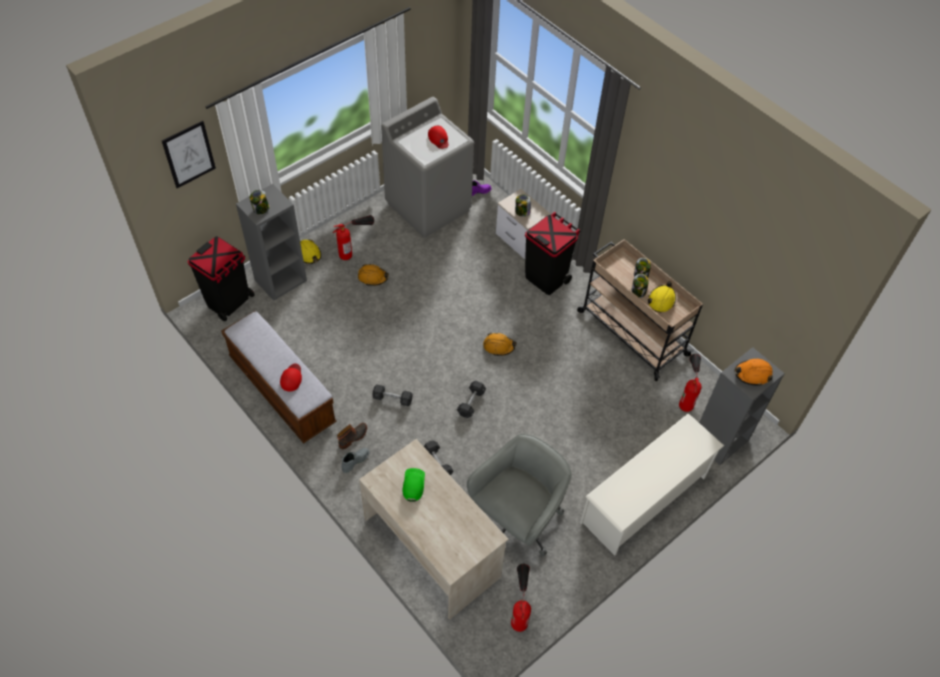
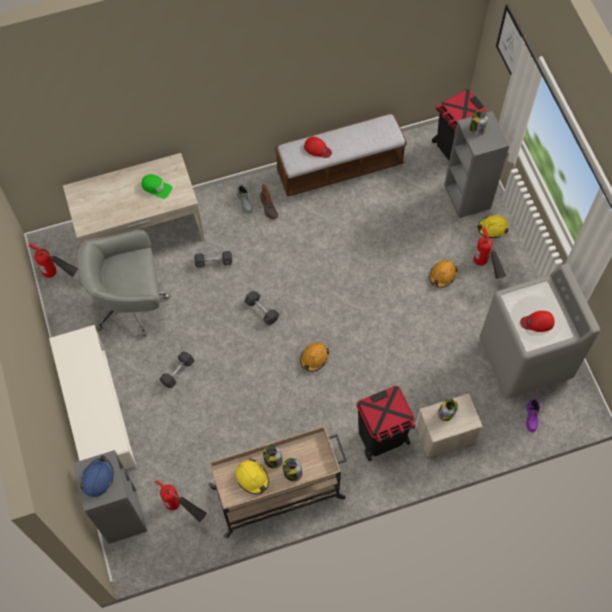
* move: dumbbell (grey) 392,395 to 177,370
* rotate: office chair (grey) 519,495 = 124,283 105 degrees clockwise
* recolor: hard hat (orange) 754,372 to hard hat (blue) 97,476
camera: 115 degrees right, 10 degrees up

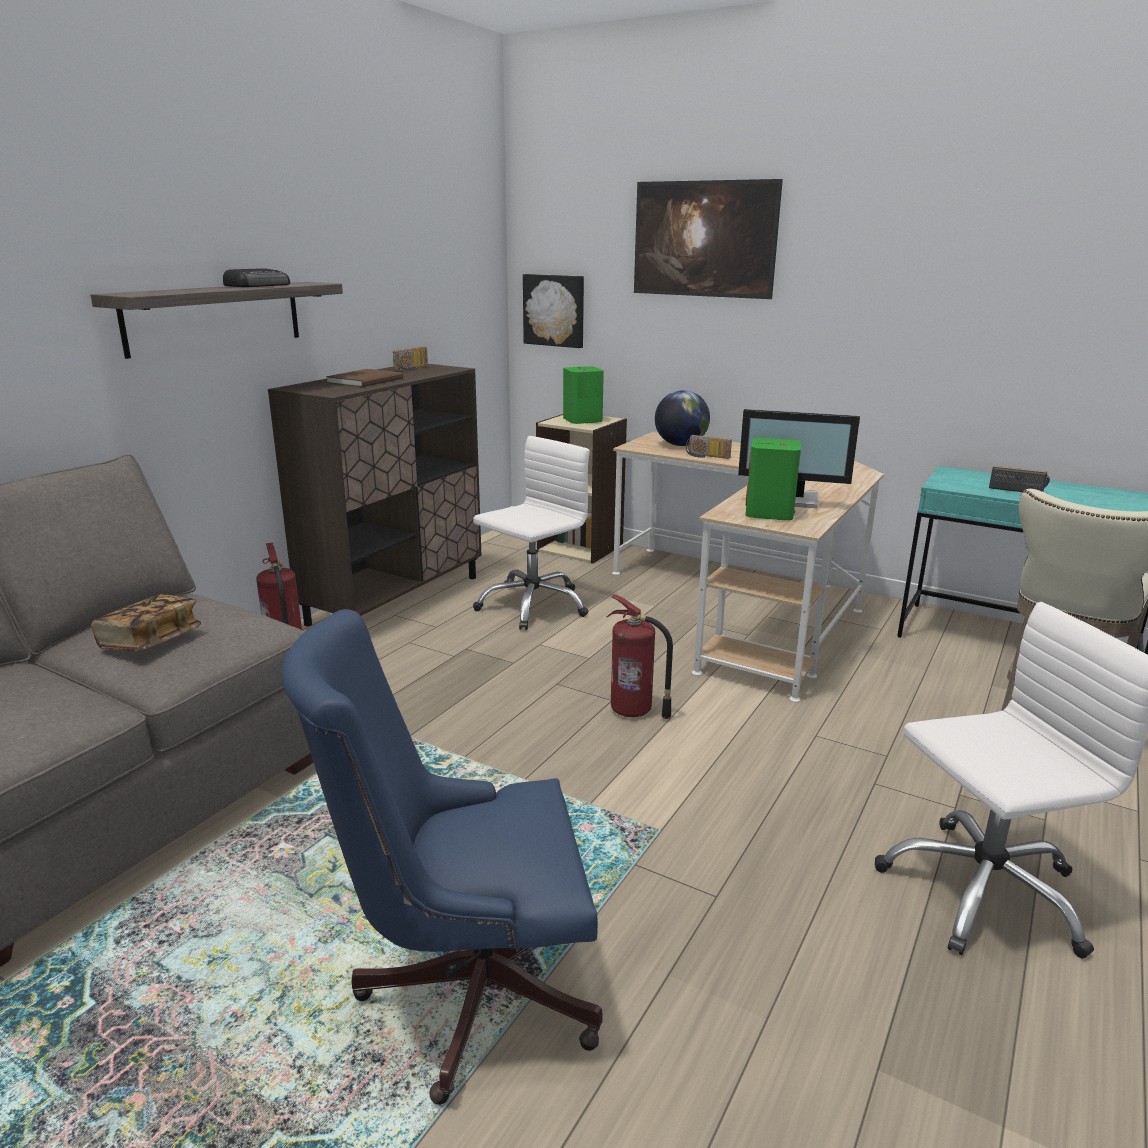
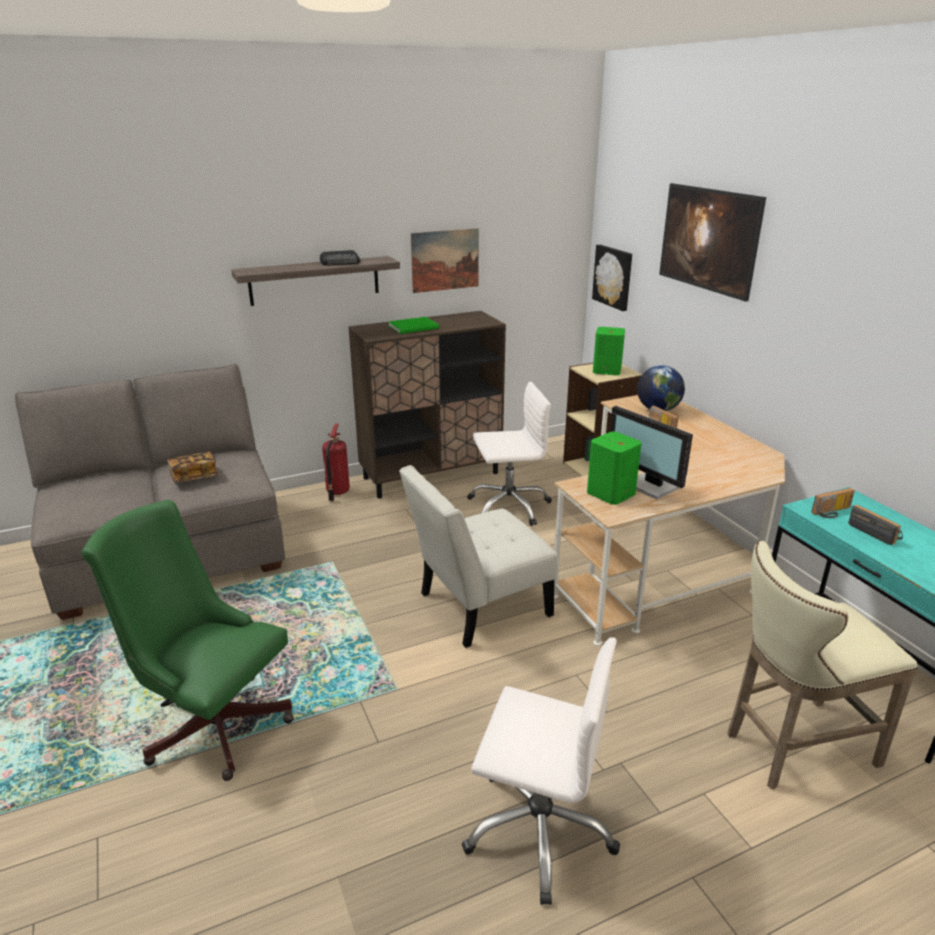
* recolor: office chair (blue) 441,857 to office chair (green) 187,640
* recolor: book (brown) 364,378 to book (green) 413,325
* move: radio 410,358 to 833,503
* replace: fire extinguisher 640,656 to chair (white) 478,556
* insert: picture 445,260
camera: 35 degrees right, 5 degrees up

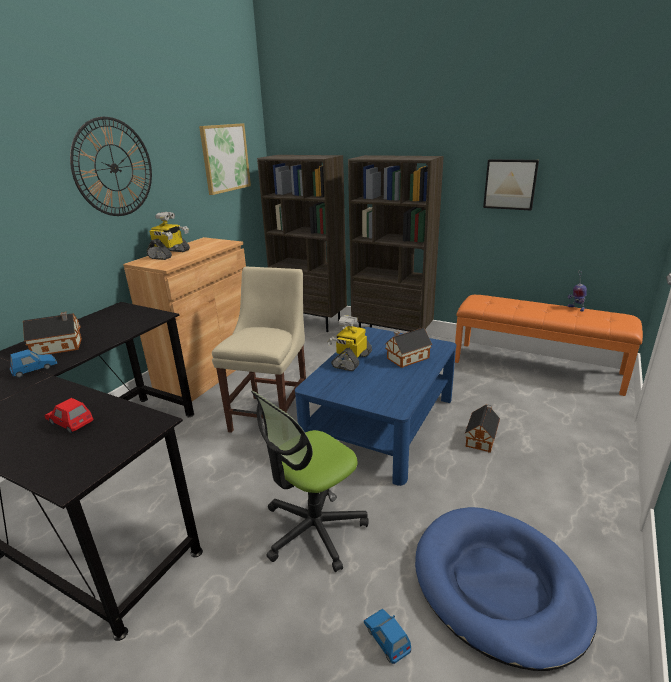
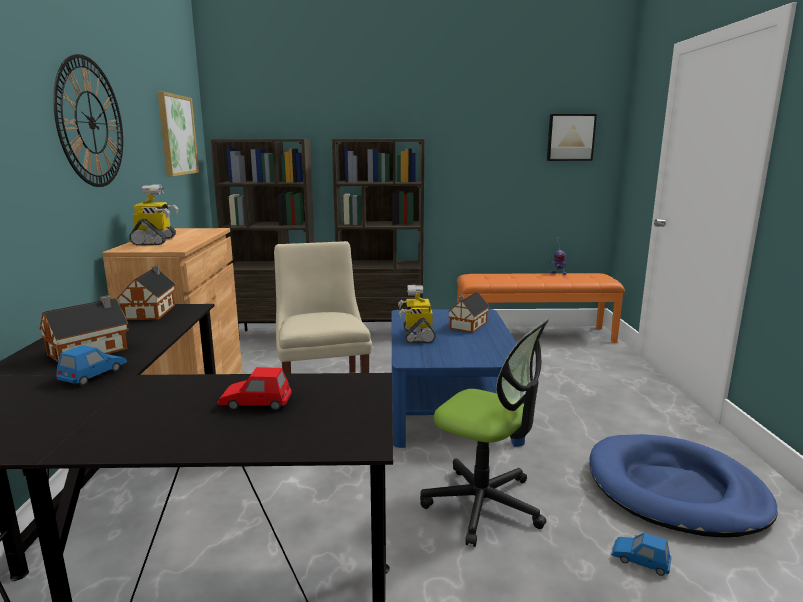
* rotate: office chair 310,481 = 484,433 75 degrees counterclockwise
* move: toy house 482,429 to 146,292
* move: picture 511,185 to 572,137
camera: 30 degrees left, 10 degrees down

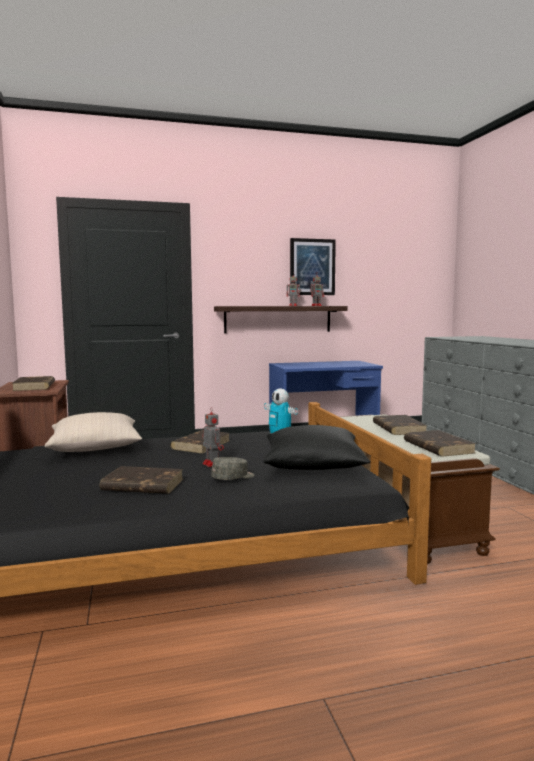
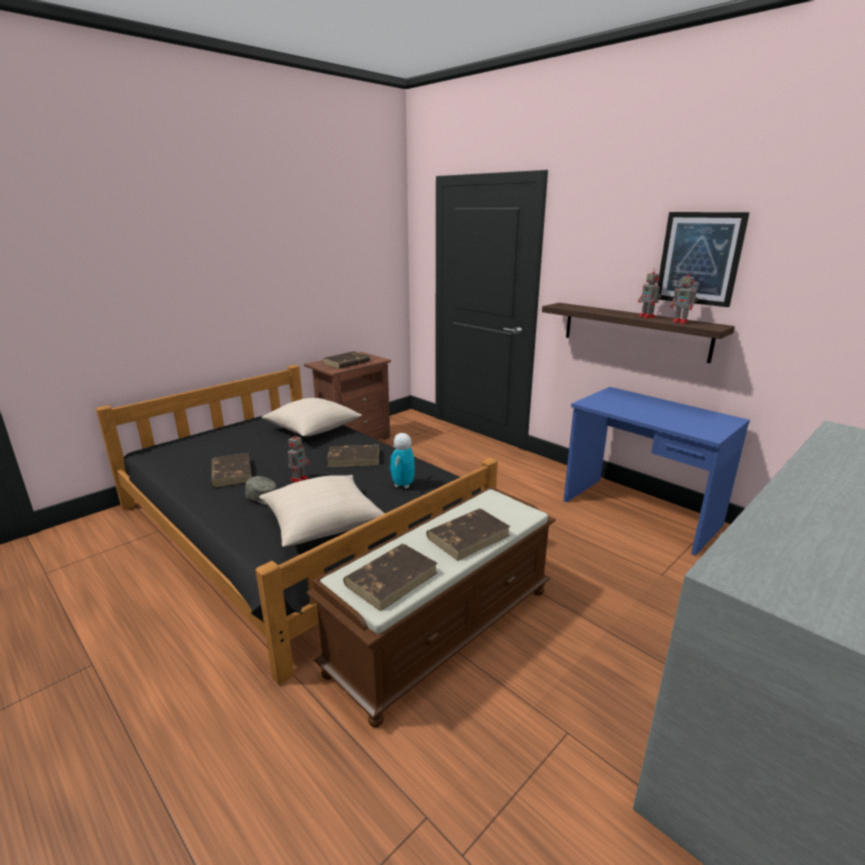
* recolor: pillow (black) 317,447 to pillow (beige) 322,511
camera: 60 degrees right, 15 degrees up

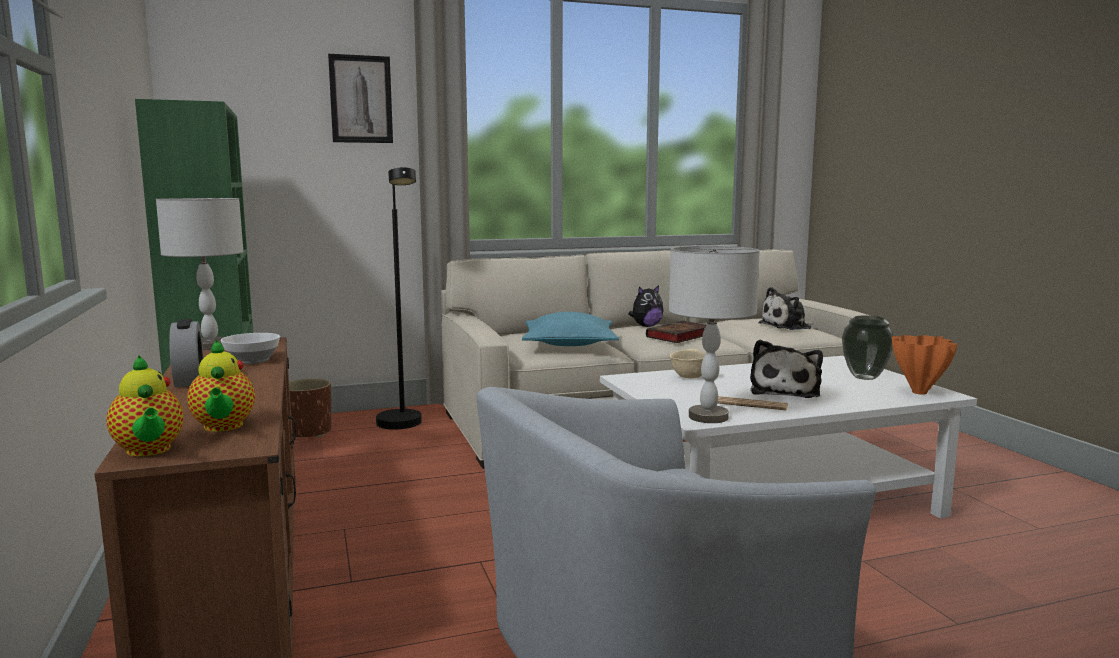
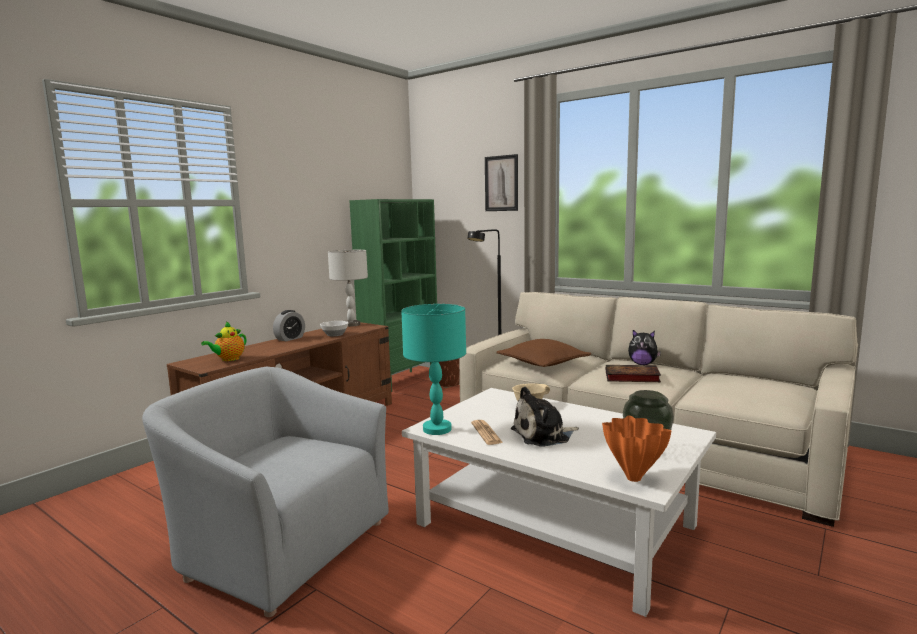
* delete: teapot 144,406
* recolor: pillow (turquoise) 570,329 to pillow (brown) 543,353
* recolor: table lamp (grey) 714,334 to table lamp (turquoise) 433,369
* delete: plush toy 786,308
camera: 55 degrees right, 0 degrees up

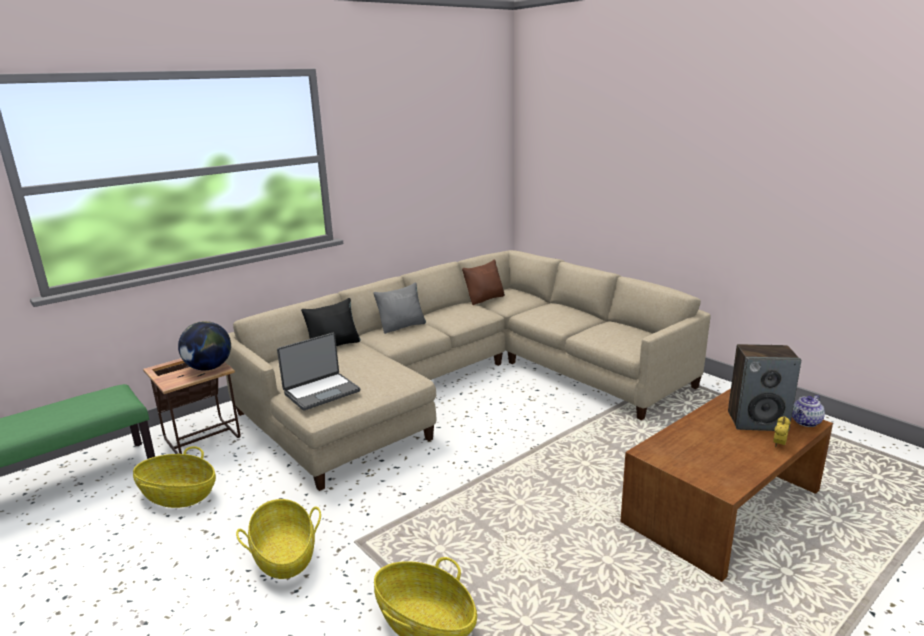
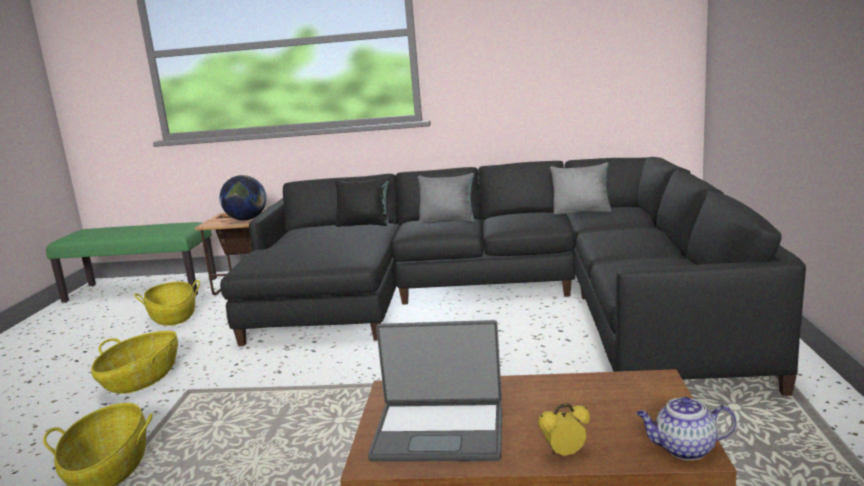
* recolor: sofa (beige) 468,370 to sofa (black) 513,276
* move: laptop 318,372 to 435,390
* recolor: pillow (brown) 483,282 to pillow (grey) 580,188
* delete: speaker 764,387
camera: 45 degrees right, 5 degrees down

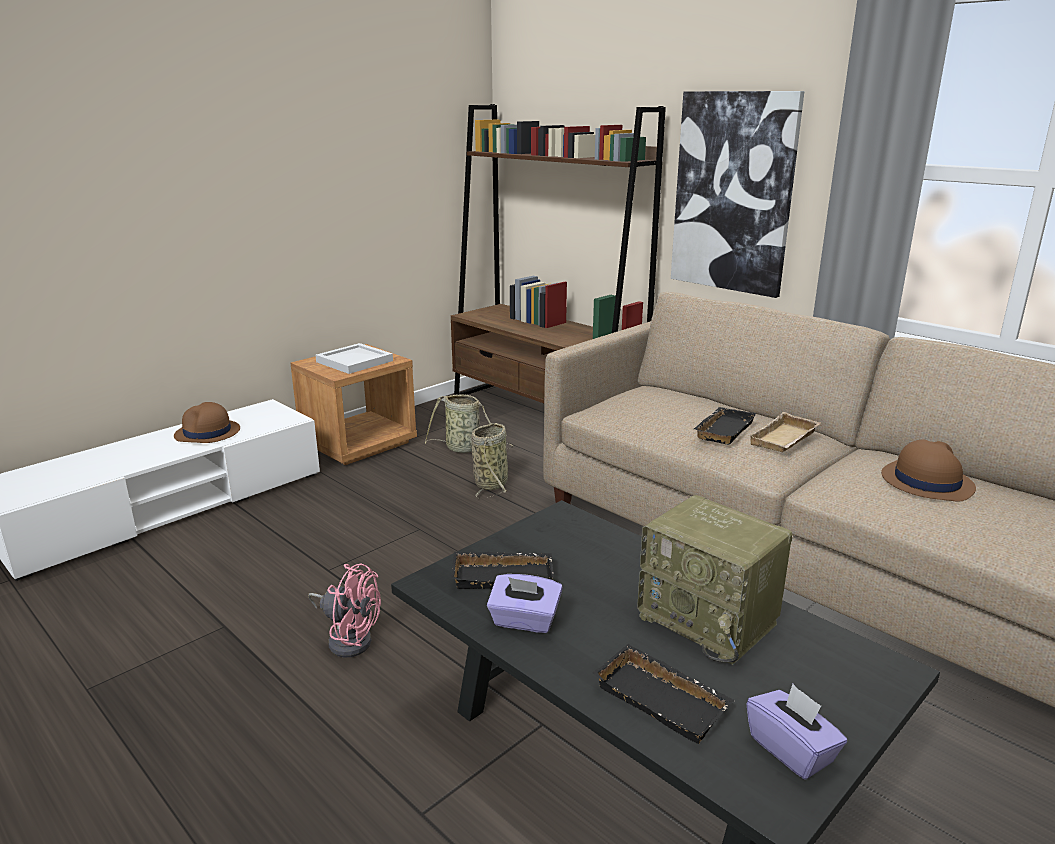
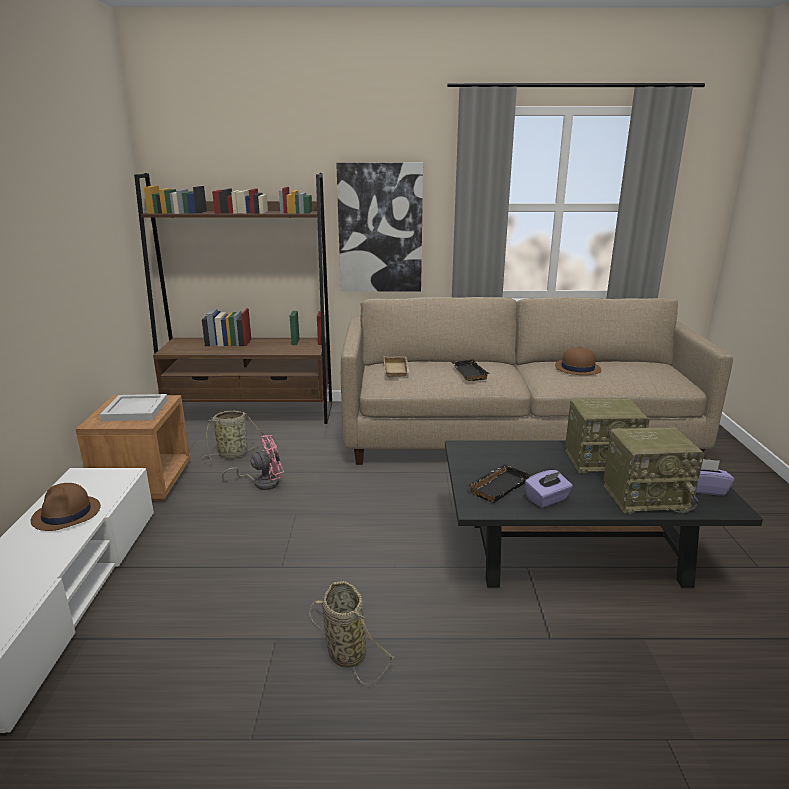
* move: fan (pink) 344,610 to 253,462
* move: basket 489,461 to 352,633
* replace: tray (black) 663,694 to radio 653,470
* move: tray (beige) 784,432 to 397,367
camera: 45 degrees left, 0 degrees up

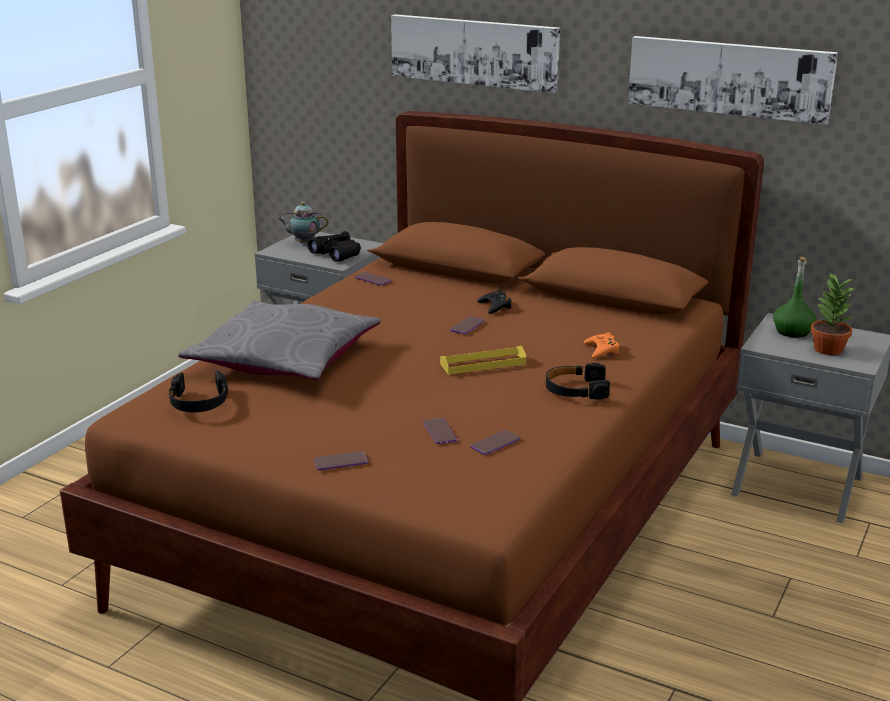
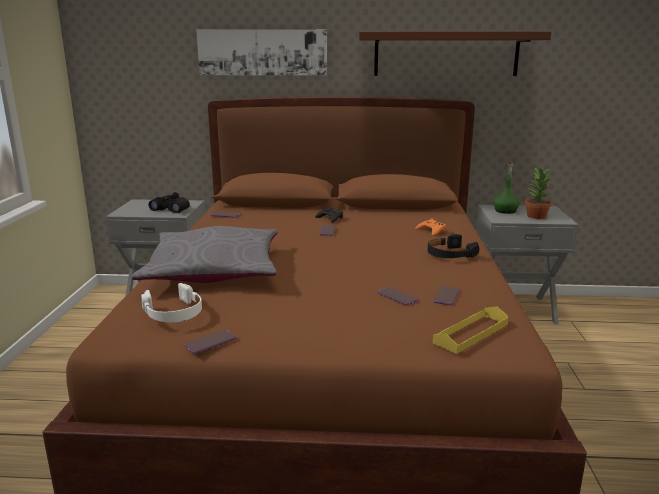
* recolor: headphones (black) 198,391 to headphones (white) 171,302
* delete: teapot 303,223
* move: phone 341,460 to 210,341
* move: tray (yellow) 483,360 to 471,330
* replace: picture 733,80 to shelf (brown) 455,53
camera: 25 degrees left, 5 degrees down

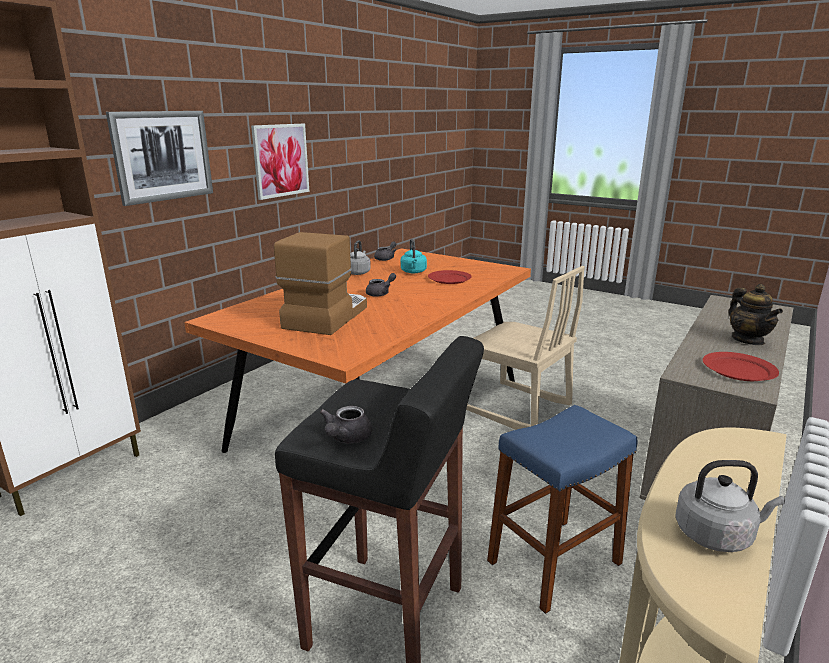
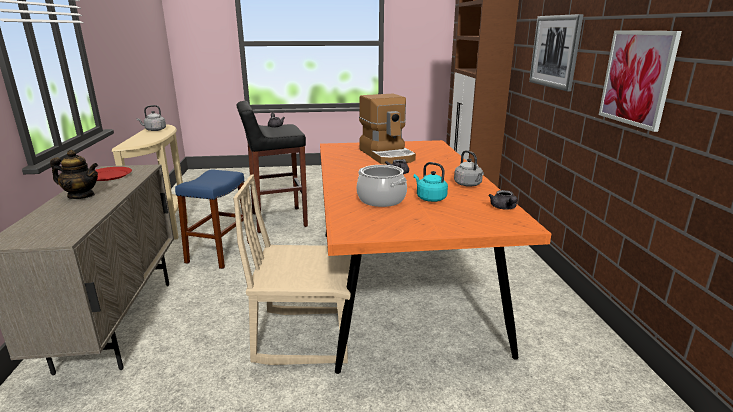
* replace: plate (red) 450,277 to cooking pot 382,186
* rotate: teapot 755,314 = 74,174 150 degrees clockwise
camera: 140 degrees right, 0 degrees up

